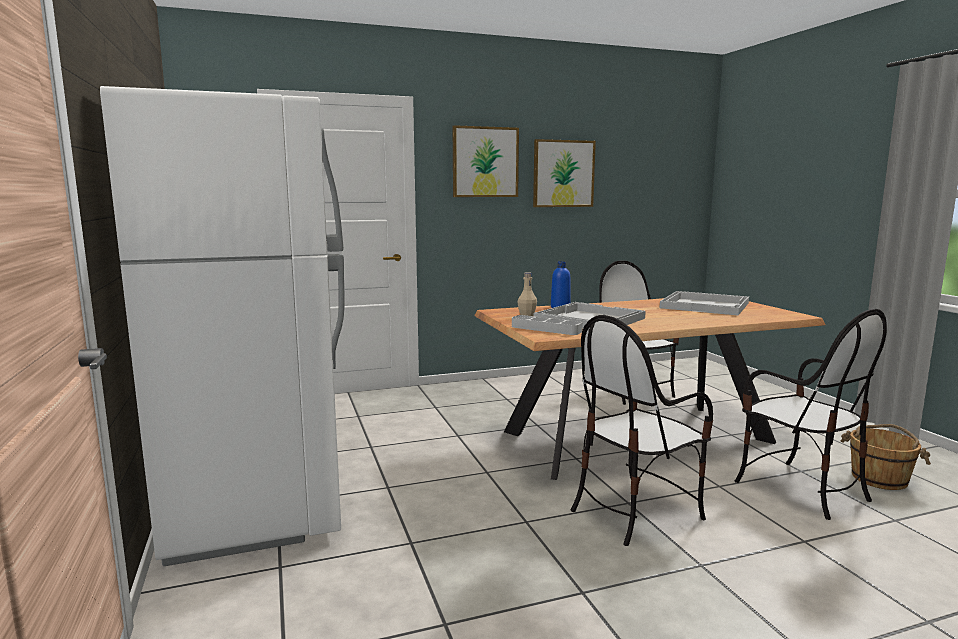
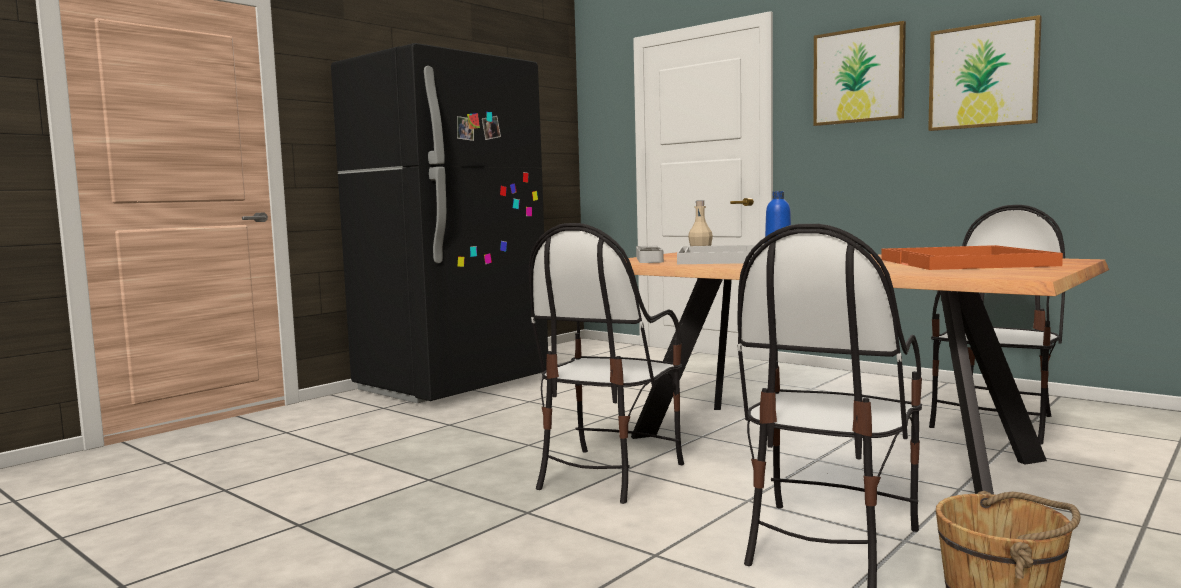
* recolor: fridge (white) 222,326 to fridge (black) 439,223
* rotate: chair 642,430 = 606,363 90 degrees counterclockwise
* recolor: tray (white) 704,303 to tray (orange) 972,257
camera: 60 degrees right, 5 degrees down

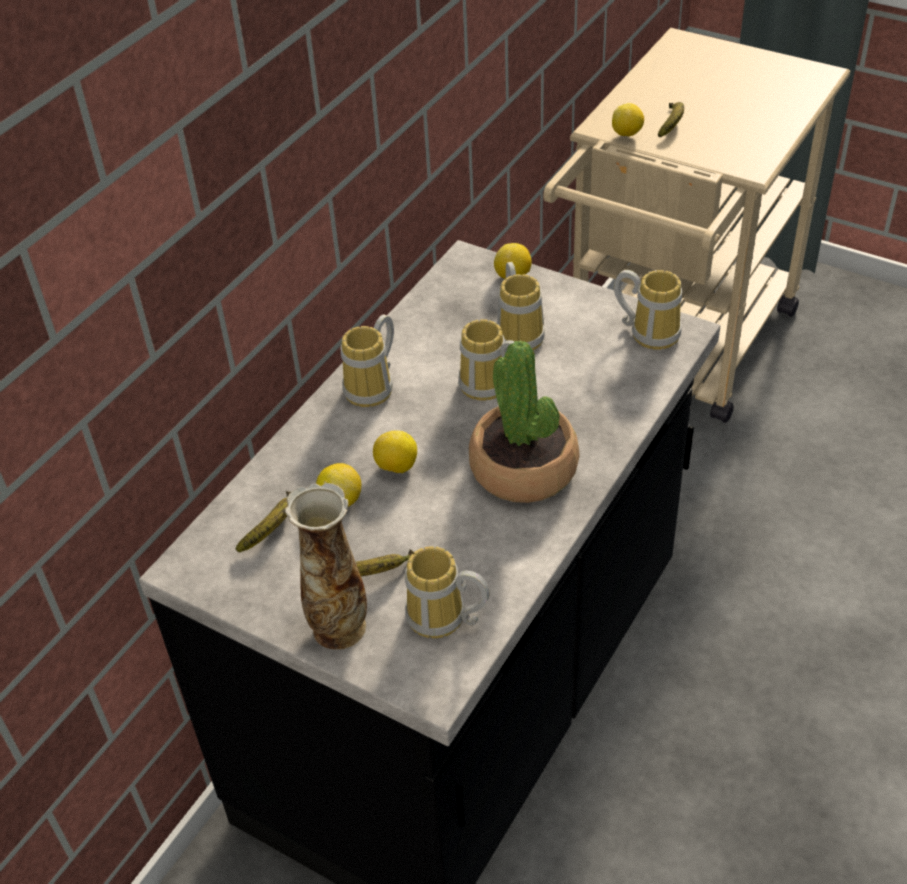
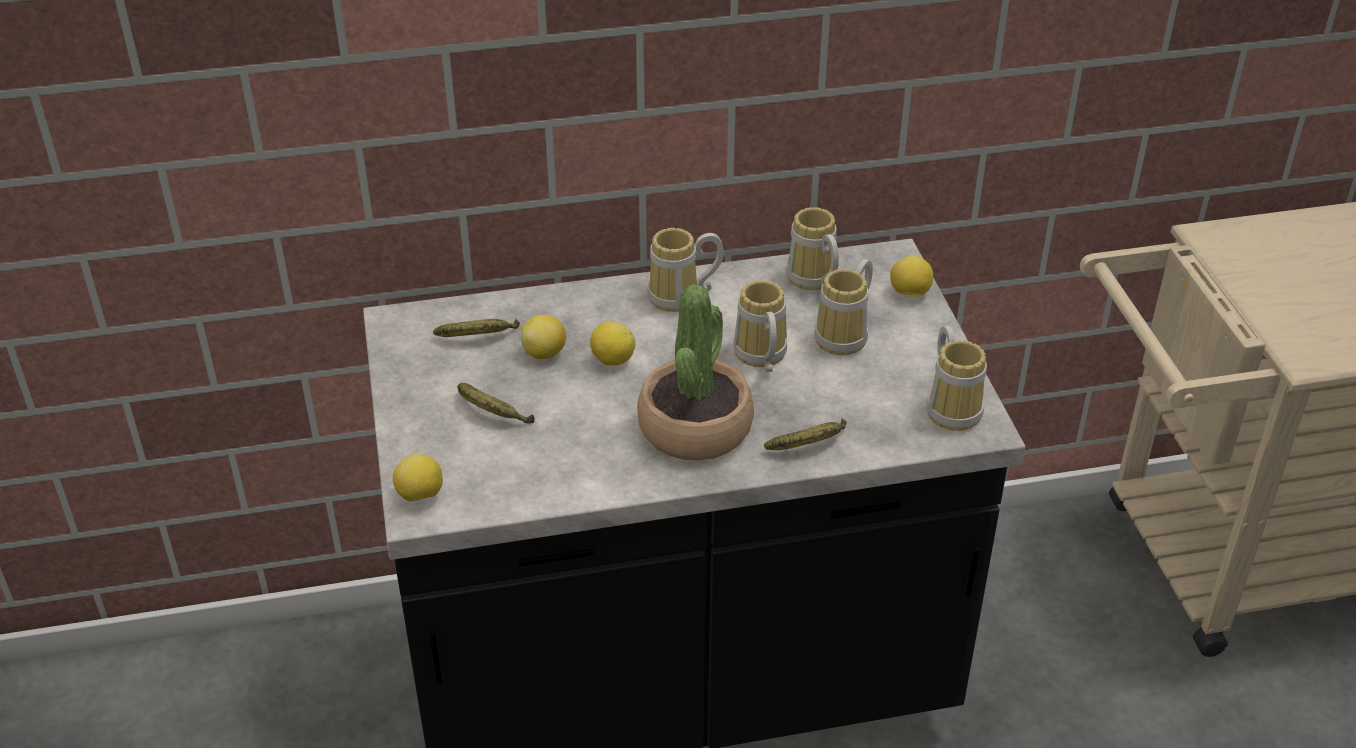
* delete: vase 325,566
* move: mug 447,592 to 812,248
* move: lemon 628,119 to 418,478
* move: banana 671,119 to 805,434
camera: 45 degrees right, 5 degrees down

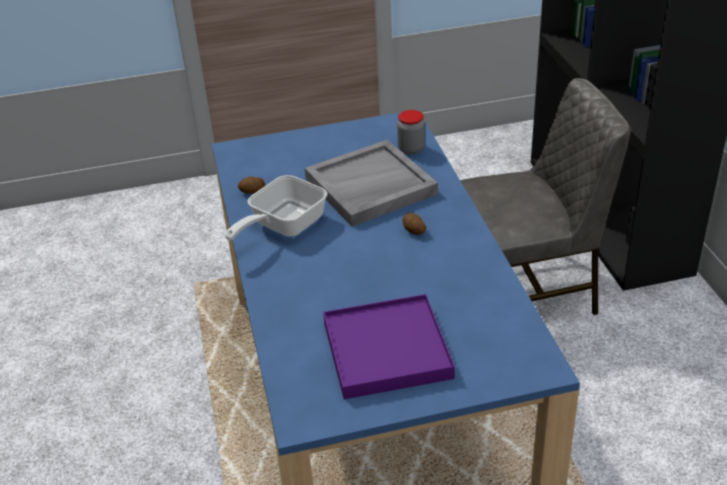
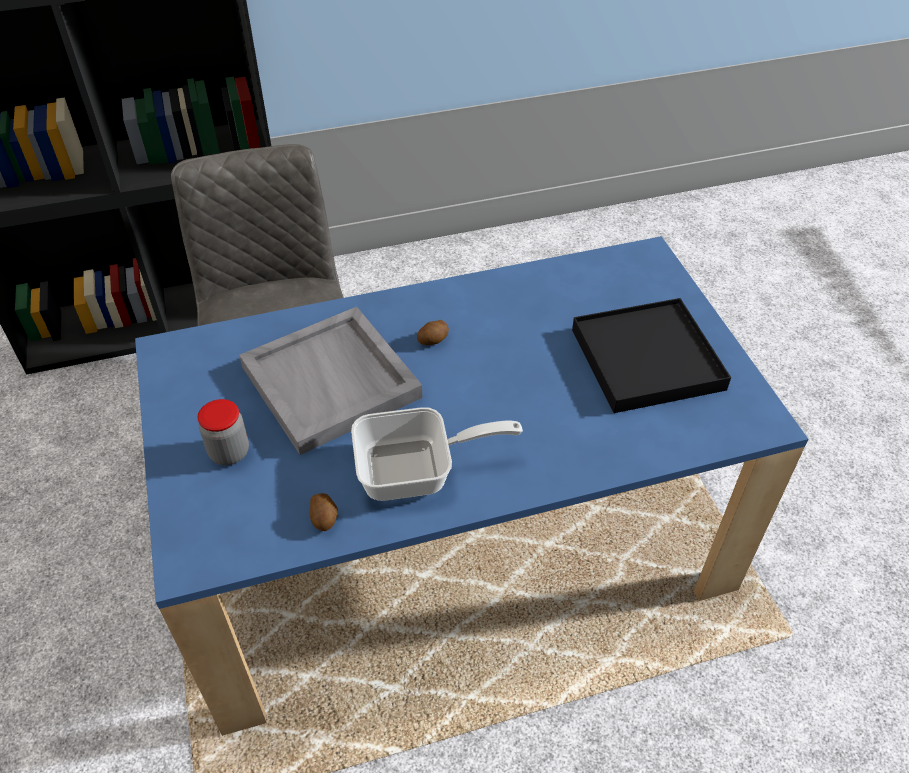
* rotate: frying pan 276,208 = 437,454 45 degrees counterclockwise
* recolor: tray (purple) 389,346 to tray (black) 651,355
* move: jar 411,132 to 223,432
camera: 95 degrees left, 10 degrees up

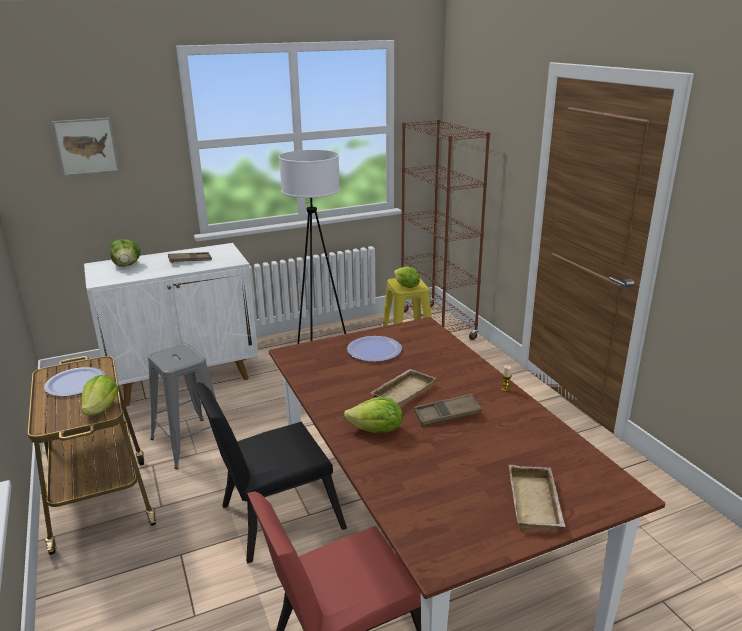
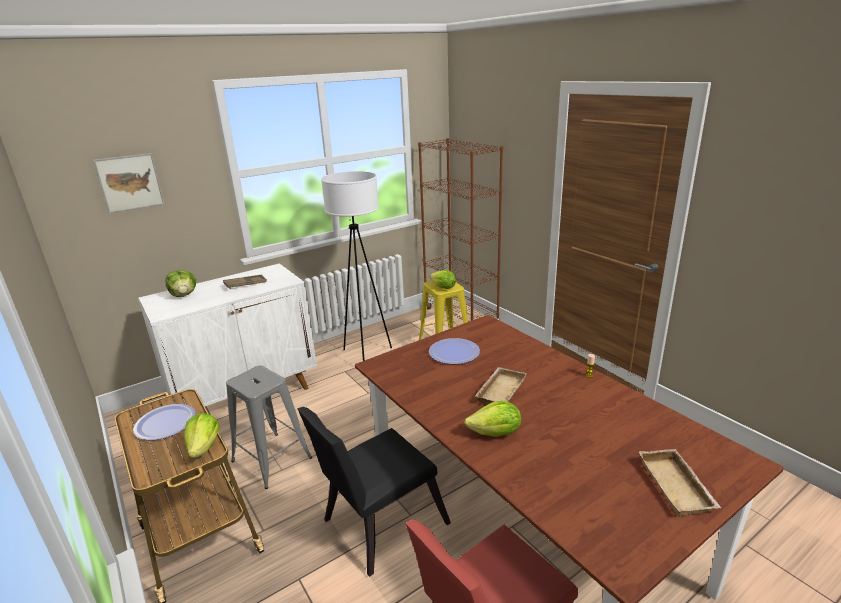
* delete: tray (brown) 448,410
camera: 10 degrees left, 0 degrees up

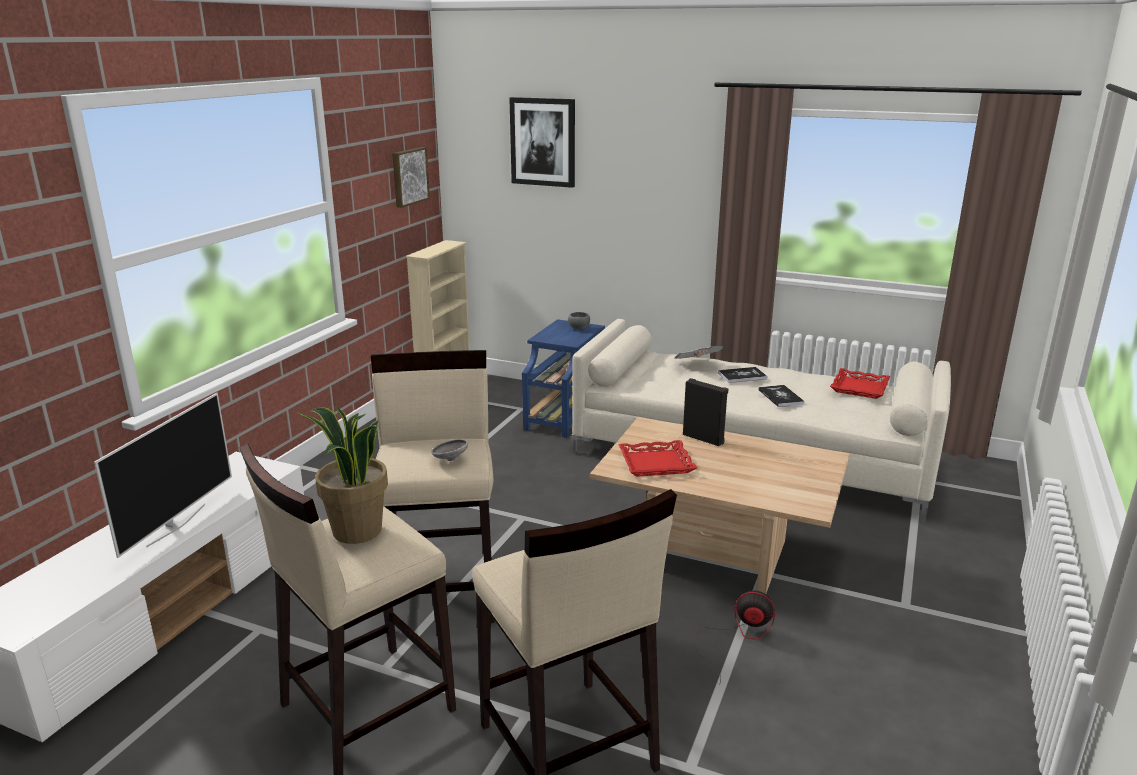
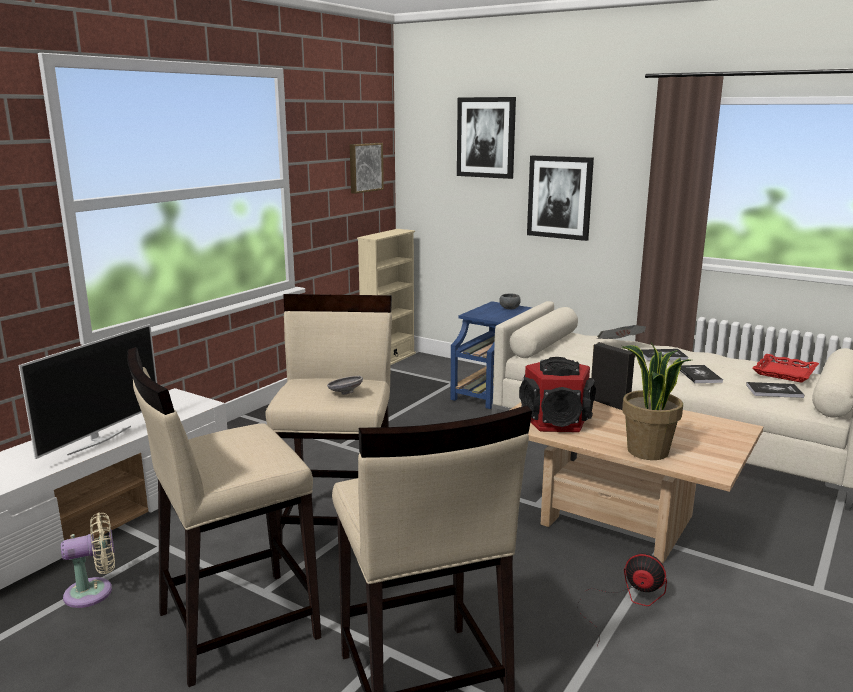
* move: potted plant 342,474 to 656,401
* replace: tray (red) 657,458 to speaker 557,394
* insert: fan (beige) 88,560
* insert: picture 560,198
* insert: book 775,390
camera: 10 degrees right, 5 degrees down

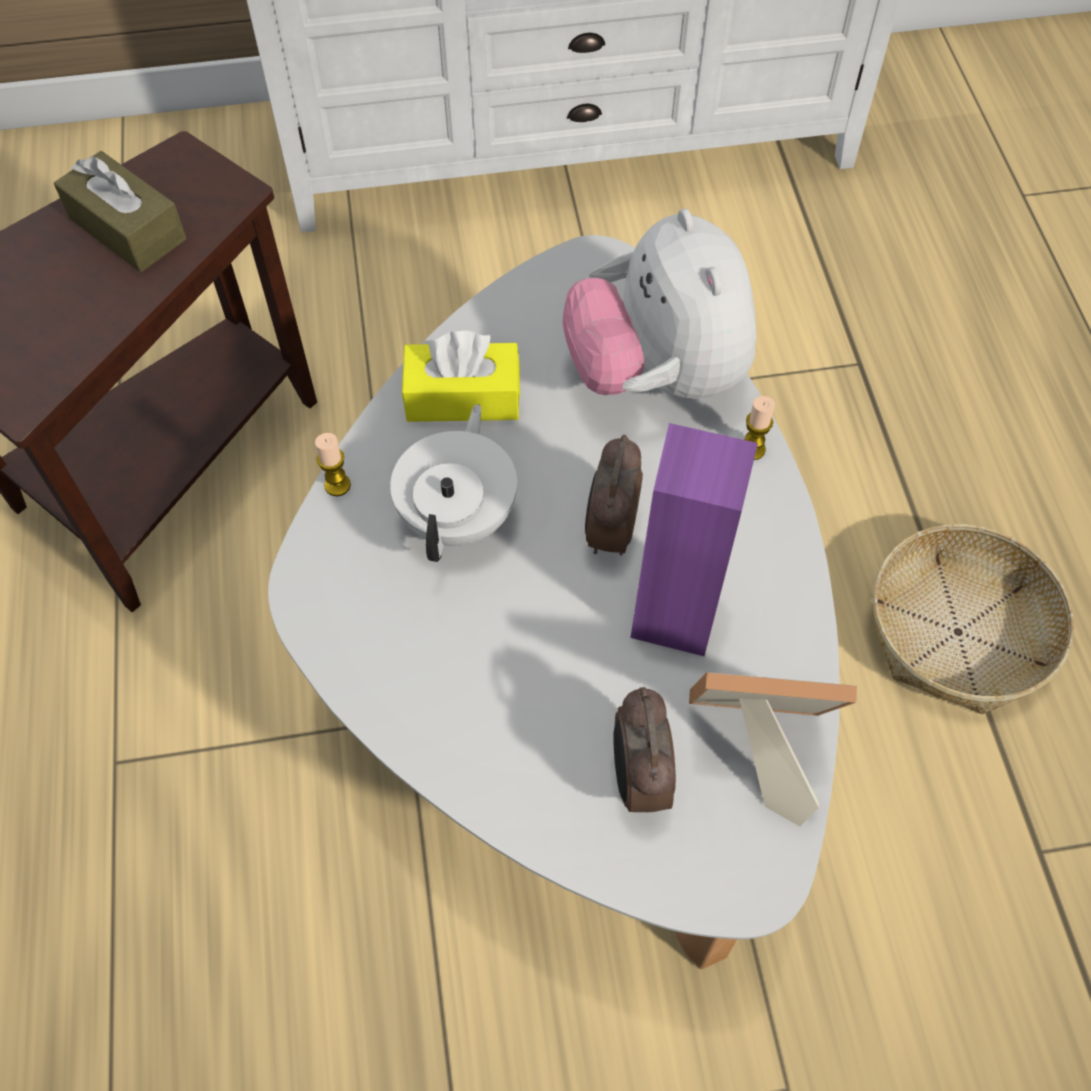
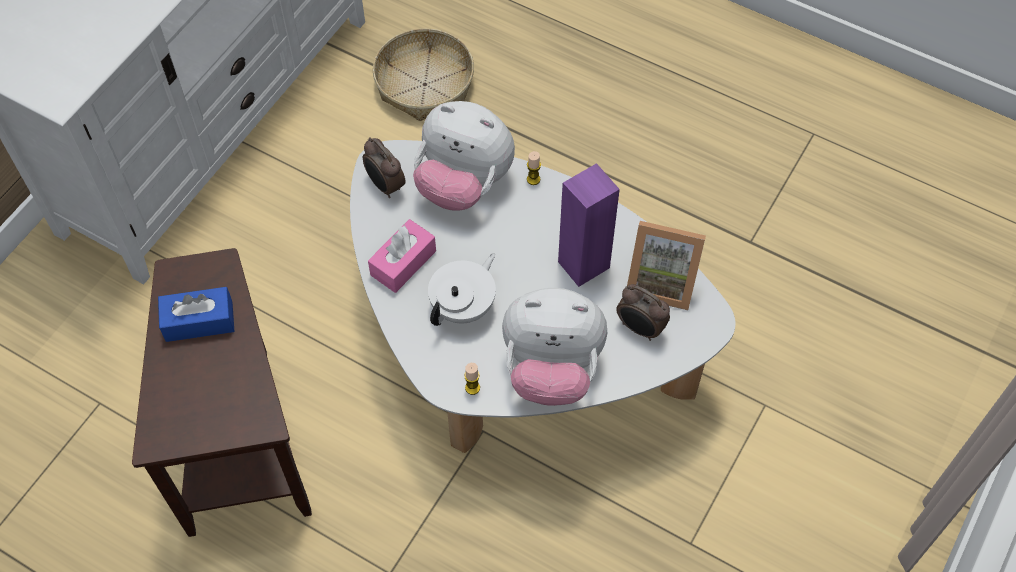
* recolor: tissue box (brown) 120,211 to tissue box (blue) 196,314
* move: candle 333,464 to 472,379
* rotate: teapot (white) 453,483 = 462,289 75 degrees clockwise
* recolor: tissue box (yellow) 461,376 to tissue box (pink) 402,256
* move: alarm clock 614,495 to 384,167
* rotate: picture frame 773,749 = 666,265 120 degrees counterclockwise
* move: basket 973,619 to 423,74
* insert: plush toy 554,347
camera: 50 degrees left, 0 degrees up

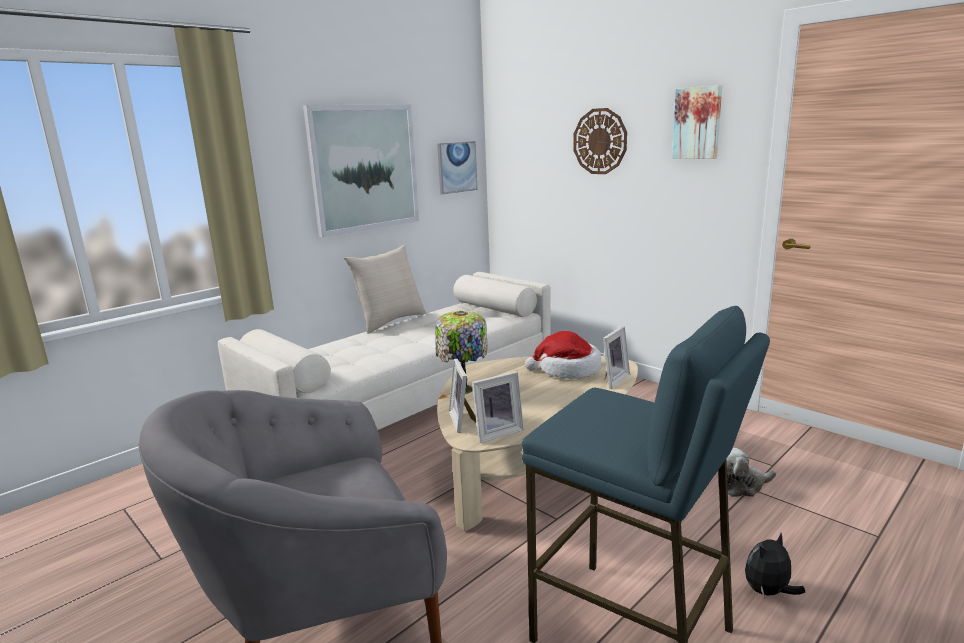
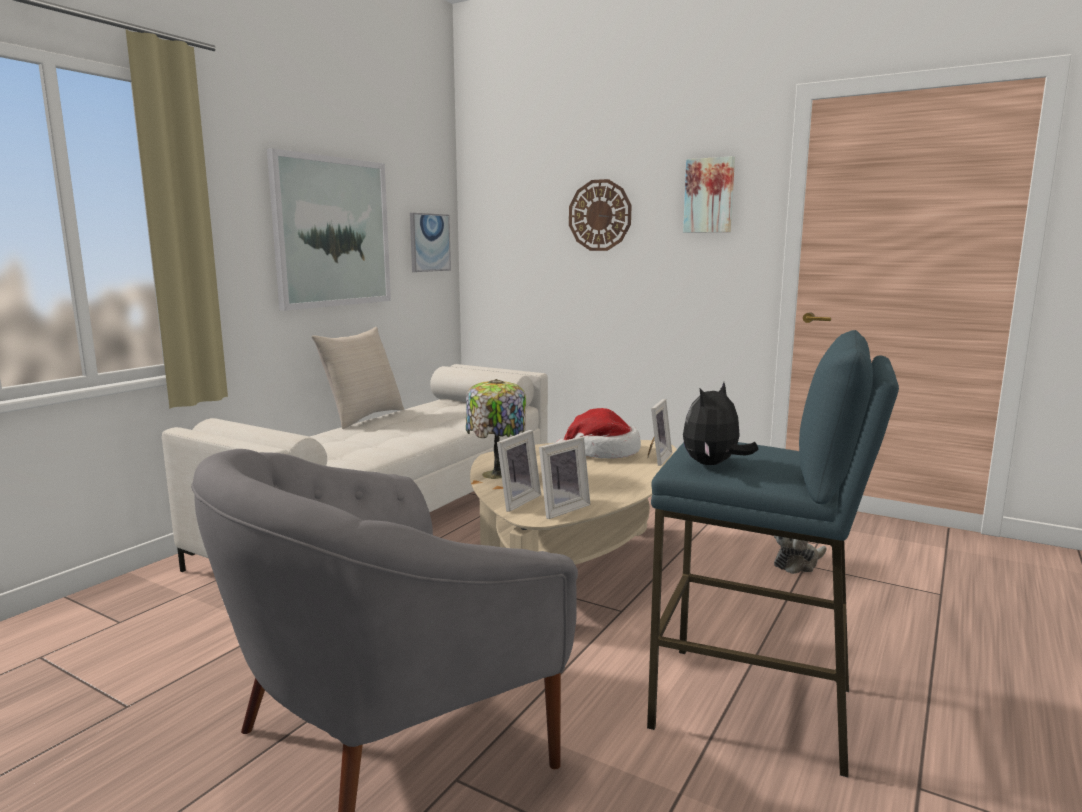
* rotate: picture frame 462,396 = 519,471 120 degrees counterclockwise
* move: plush toy 775,564 to 721,423
camera: 15 degrees left, 5 degrees down

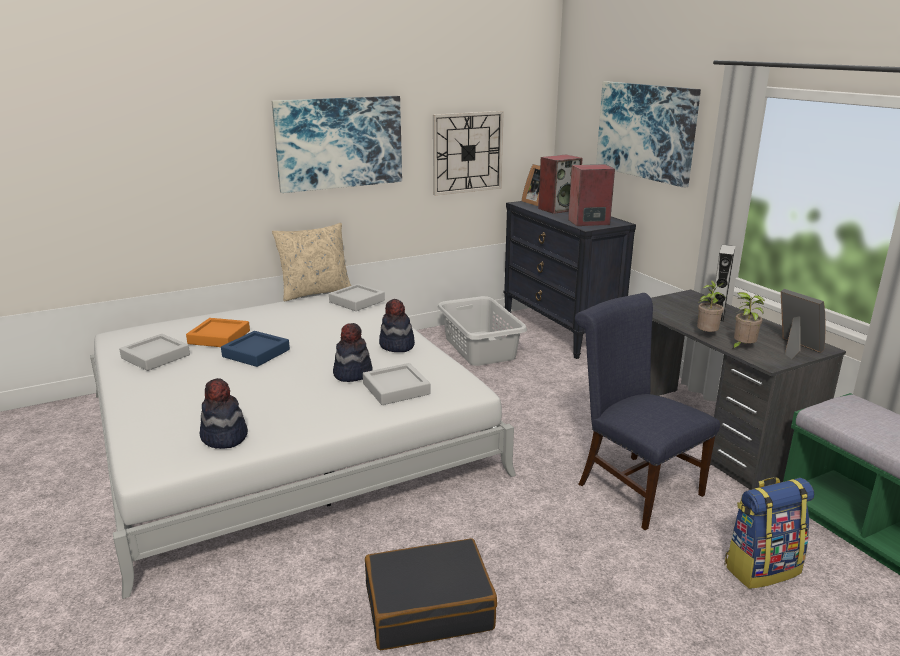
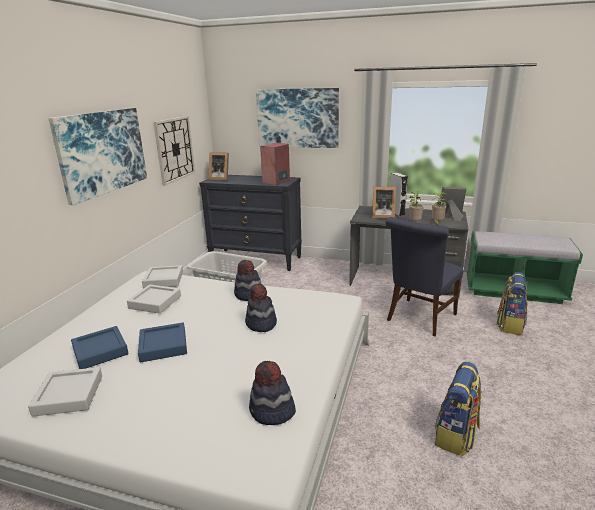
* recolor: tray (orange) 218,332 to tray (blue) 99,347
* delete: pillow (beige) 311,262
* move: tray (grey) 397,384 to 154,299
* replace: suitcase (black) 431,594 to backpack 458,409
* delete: speaker 560,184
* rotate: chair (blue) 647,411 = 424,276 60 degrees counterclockwise
* insert: picture frame 384,202
camera: 45 degrees left, 0 degrees up

